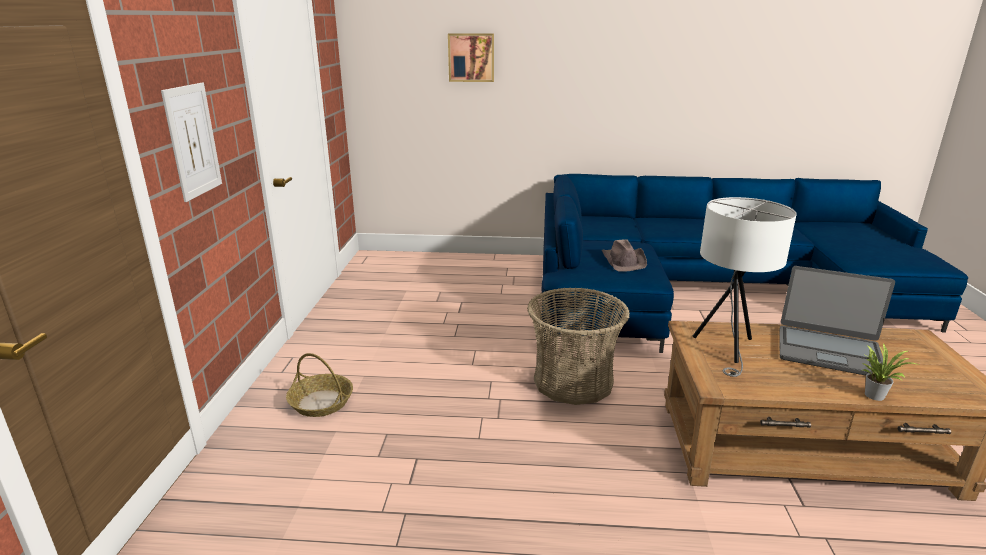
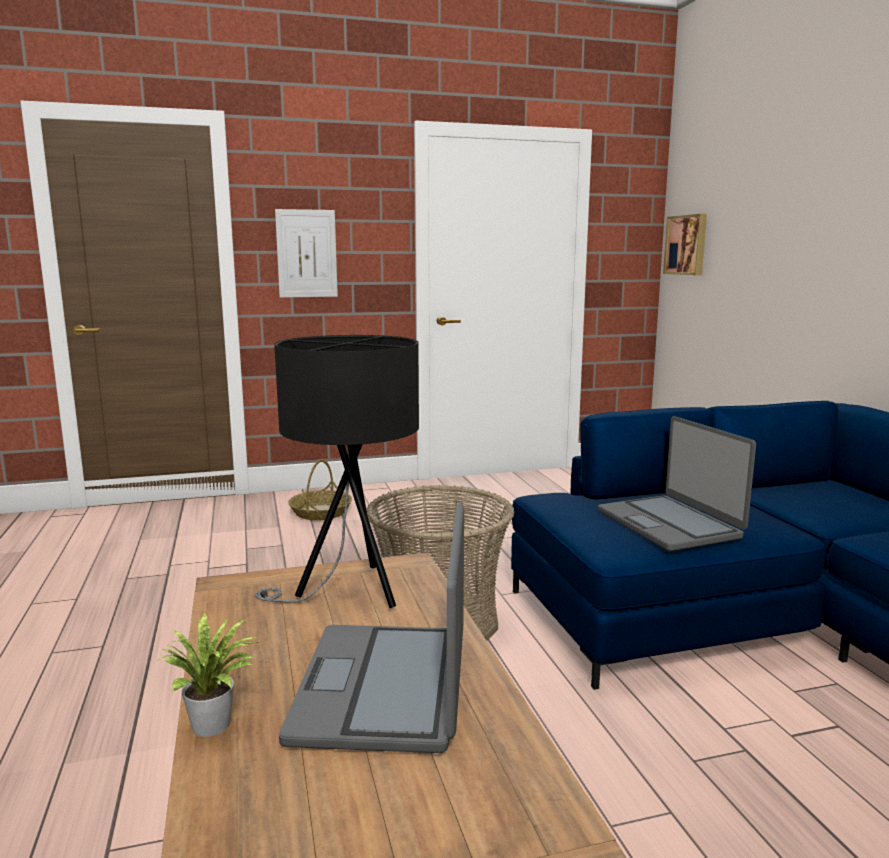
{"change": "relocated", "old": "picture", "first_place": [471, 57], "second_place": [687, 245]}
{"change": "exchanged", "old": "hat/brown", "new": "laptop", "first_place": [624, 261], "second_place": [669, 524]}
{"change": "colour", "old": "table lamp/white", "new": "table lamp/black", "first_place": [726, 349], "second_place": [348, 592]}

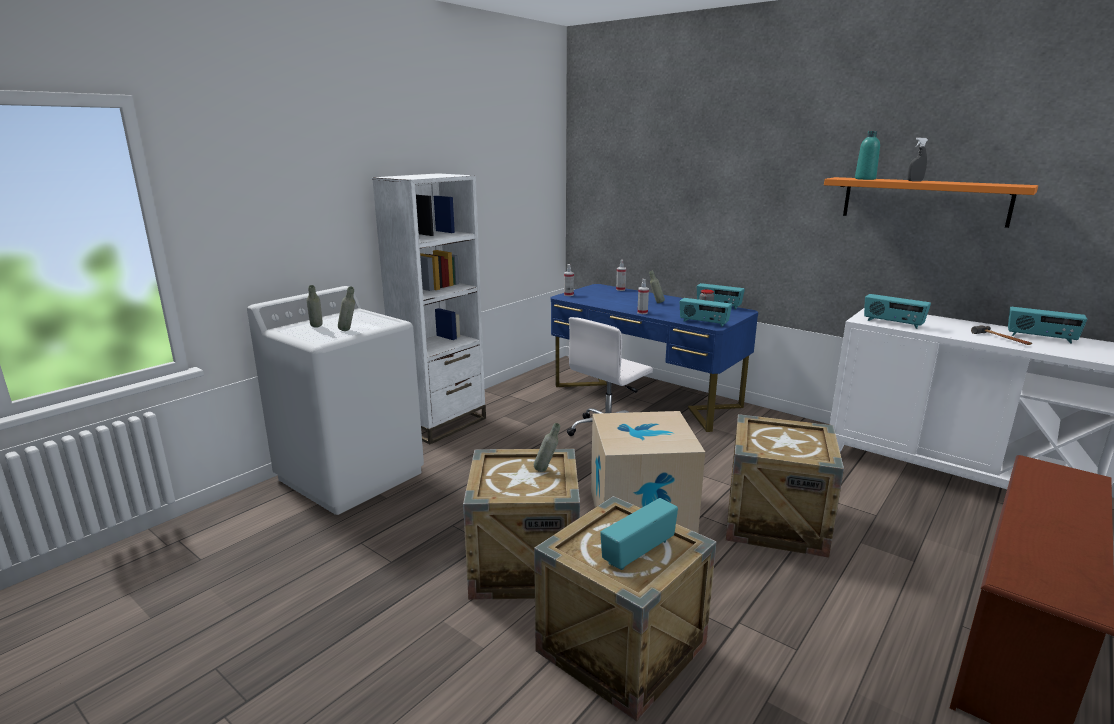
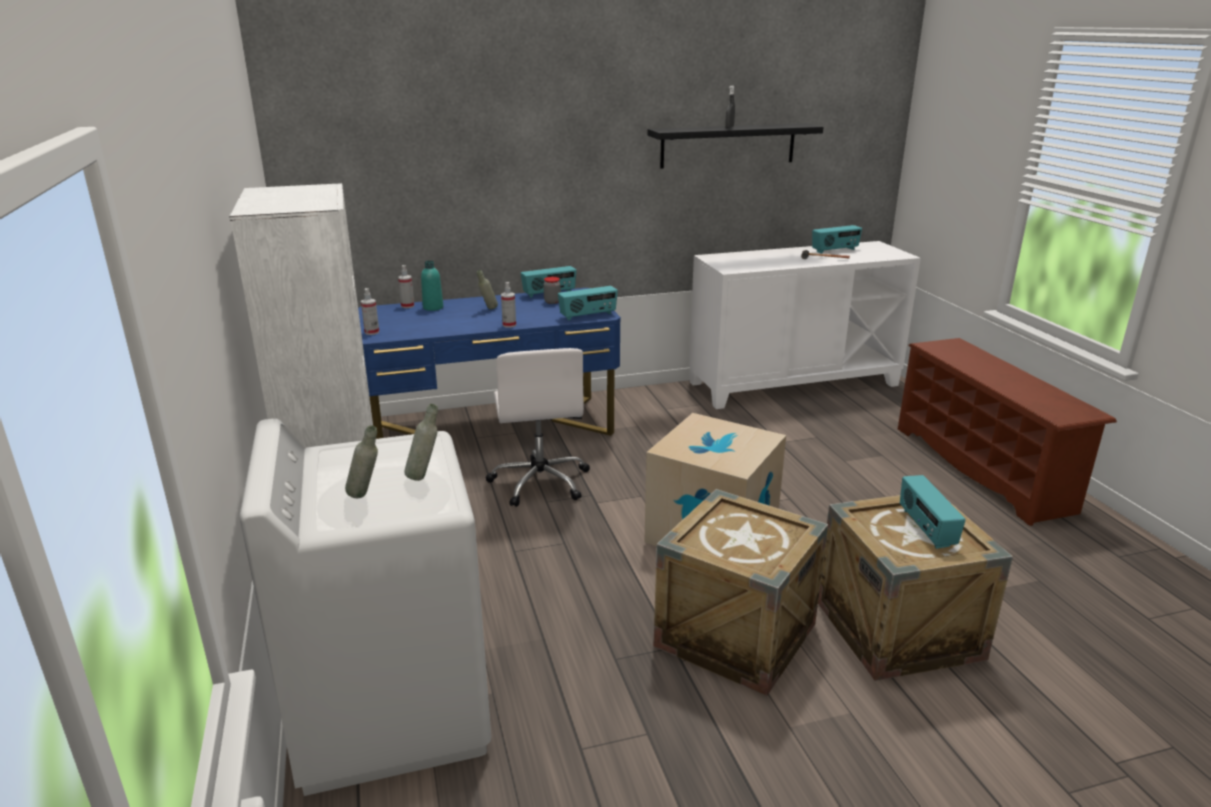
{"change": "missing", "old": "bottle/grey", "first_place": [546, 470]}
{"change": "missing", "old": "crate", "first_place": [775, 522]}
{"change": "missing", "old": "radio", "first_place": [892, 323]}
{"change": "relocated", "old": "bottle/turquoise", "first_place": [865, 179], "second_place": [433, 308]}
{"change": "colour", "old": "shelf/orange", "new": "shelf/black", "first_place": [924, 201], "second_place": [728, 145]}

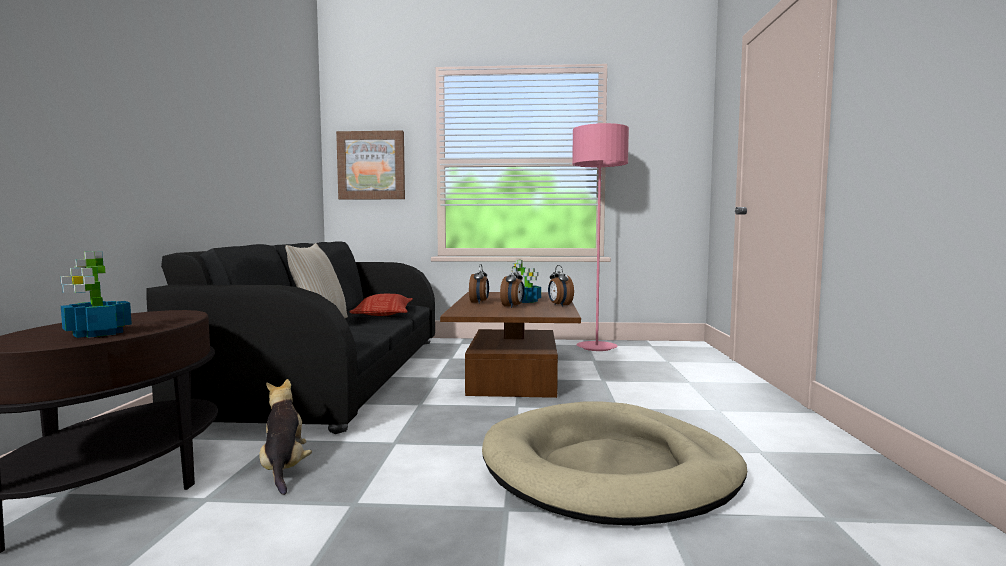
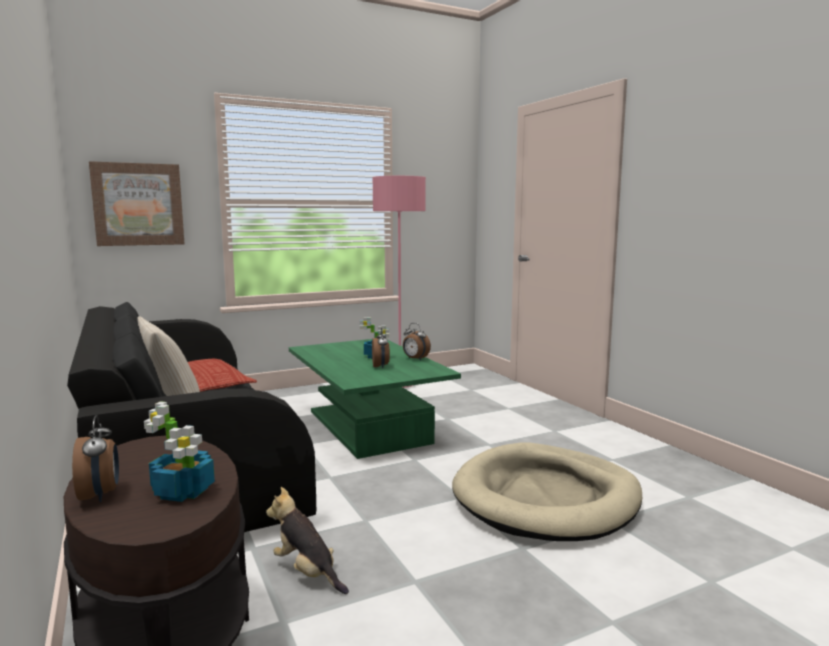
{"change": "relocated", "old": "alarm clock", "first_place": [479, 303], "second_place": [100, 495]}
{"change": "colour", "old": "coffee table/brown", "new": "coffee table/green", "first_place": [514, 374], "second_place": [368, 426]}

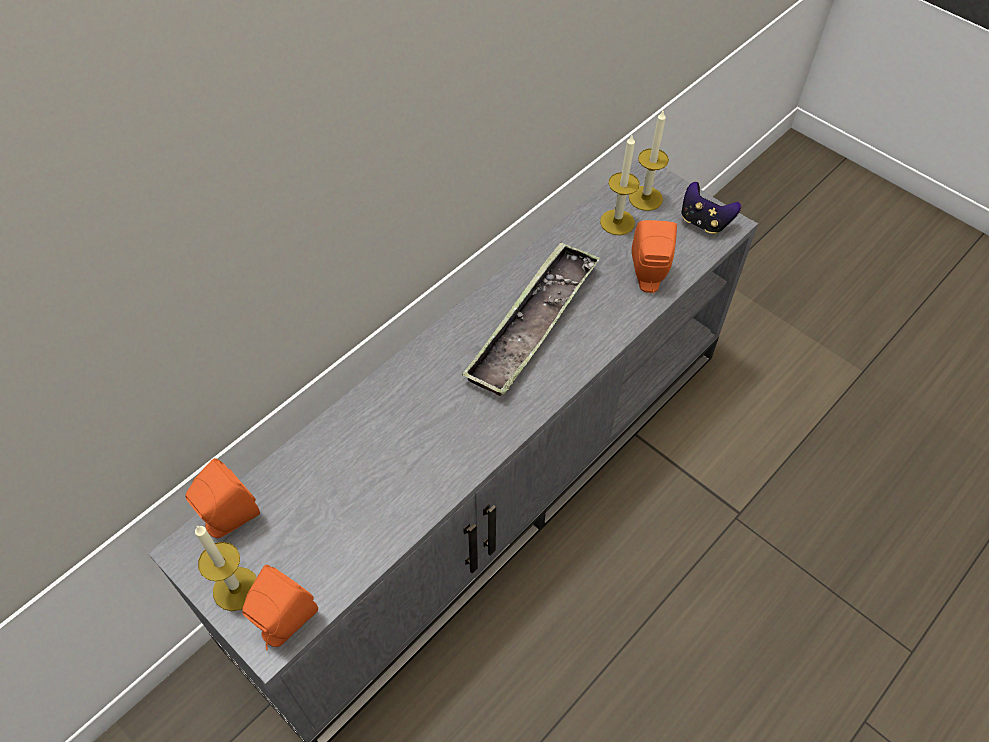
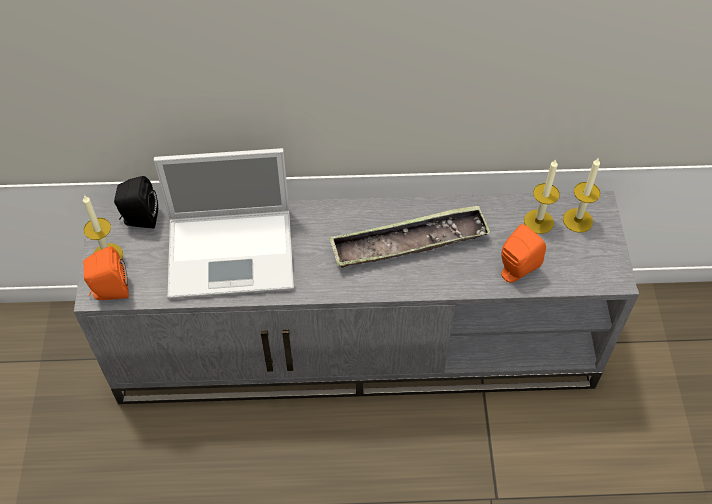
{"change": "missing", "old": "game controller", "first_place": [704, 222]}
{"change": "appeared", "new": "laptop", "second_place": [233, 252]}
{"change": "colour", "old": "speaker/orange", "new": "speaker/black", "first_place": [228, 519], "second_place": [139, 219]}

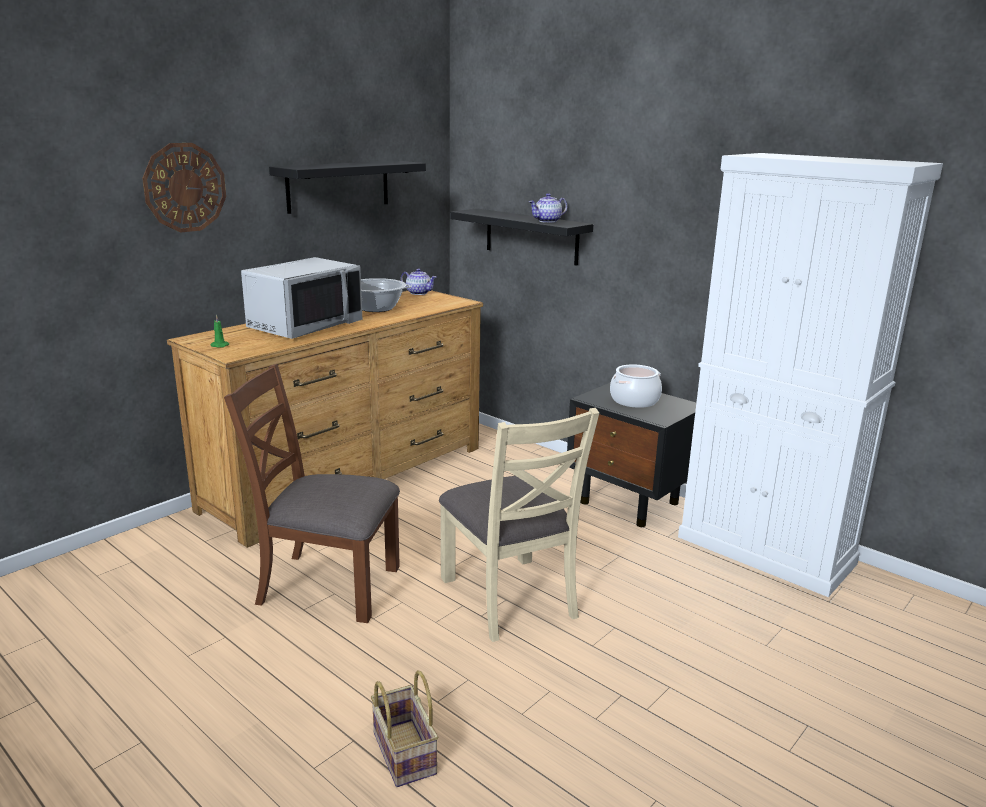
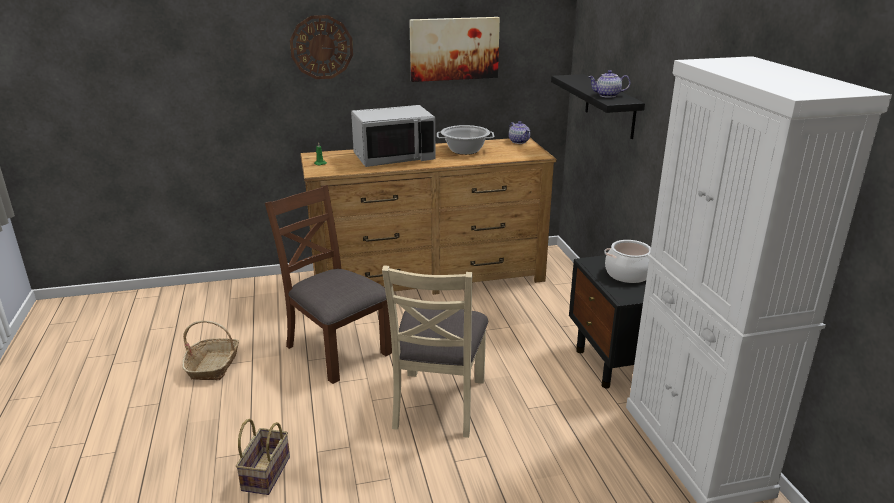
{"change": "appeared", "new": "basket", "second_place": [213, 366]}
{"change": "exchanged", "old": "shelf/black", "new": "picture", "first_place": [338, 186], "second_place": [454, 48]}

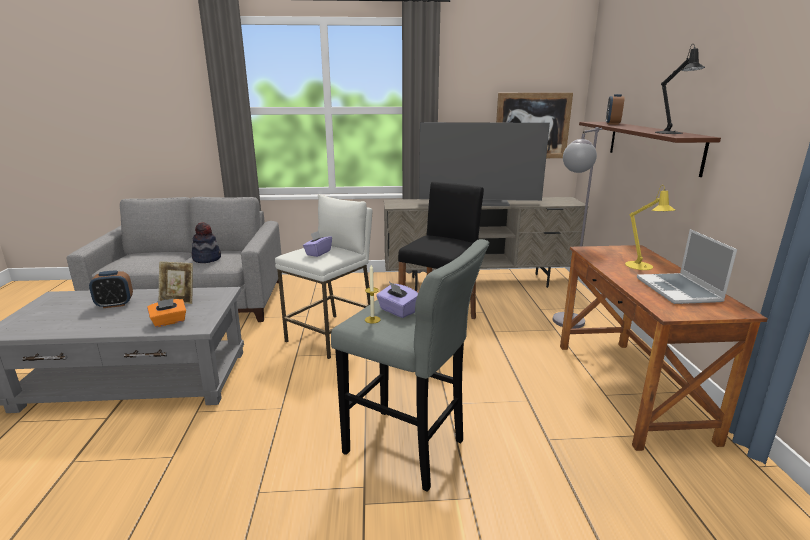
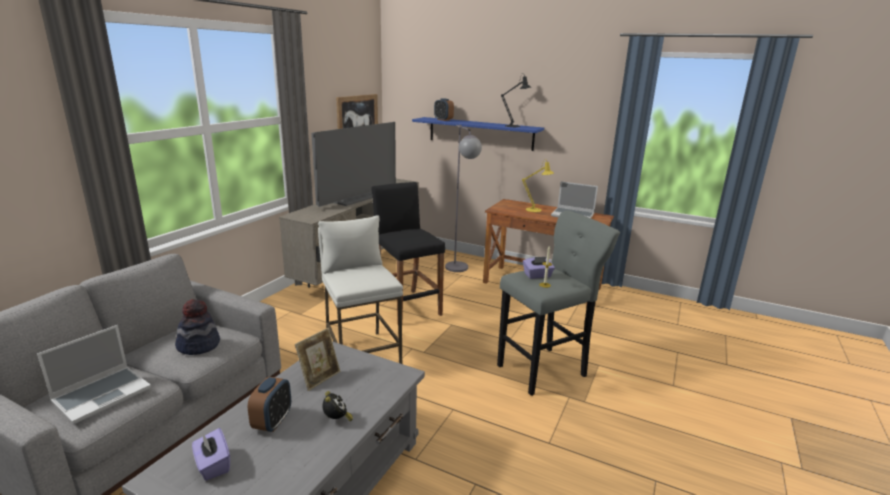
{"change": "missing", "old": "tissue box/orange", "first_place": [169, 322]}
{"change": "appeared", "new": "laptop", "second_place": [103, 394]}
{"change": "appeared", "new": "alarm clock", "second_place": [337, 420]}
{"change": "relocated", "old": "tissue box/purple", "first_place": [318, 253], "second_place": [213, 465]}
{"change": "colour", "old": "shelf/brown", "new": "shelf/blue", "first_place": [652, 145], "second_place": [480, 133]}

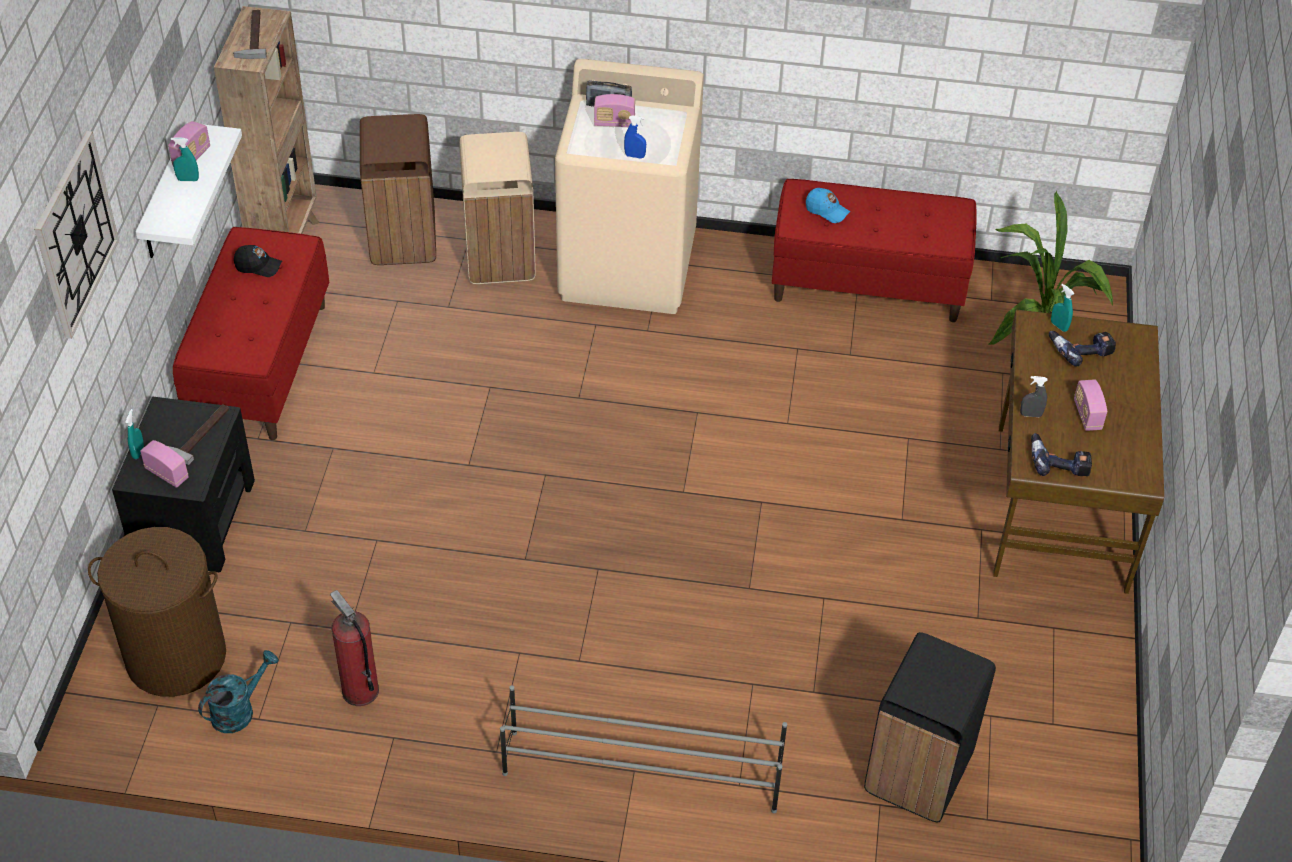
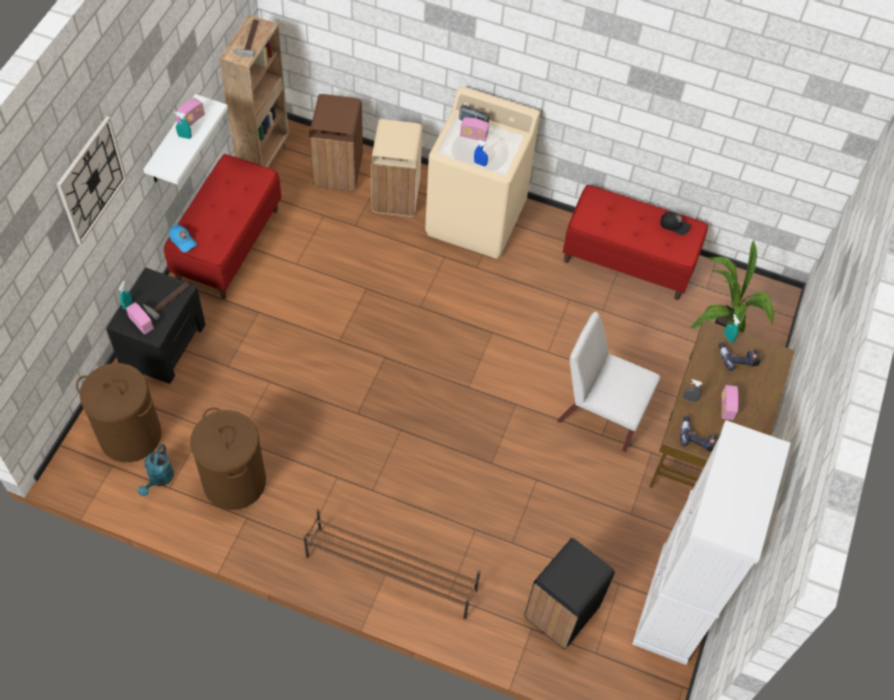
{"change": "appeared", "new": "chair/white", "second_place": [601, 413]}
{"change": "appeared", "new": "cabinet/white", "second_place": [673, 604]}
{"change": "relocated", "old": "cap/black", "first_place": [258, 266], "second_place": [674, 226]}
{"change": "relocated", "old": "cap/blue", "first_place": [826, 211], "second_place": [183, 241]}
{"change": "exchanged", "old": "fire extinguisher", "new": "laundry basket/brown", "first_place": [359, 690], "second_place": [234, 481]}
{"change": "colour", "old": "shoe rack/grey", "new": "shoe rack/brown", "first_place": [641, 770], "second_place": [390, 572]}
{"change": "spun", "old": "watering can/turquoise", "first_place": [239, 710], "second_place": [159, 479], "degrees": 135}

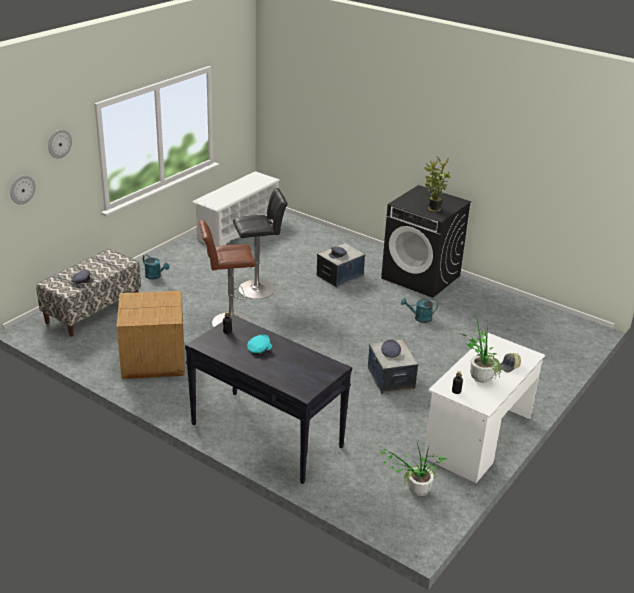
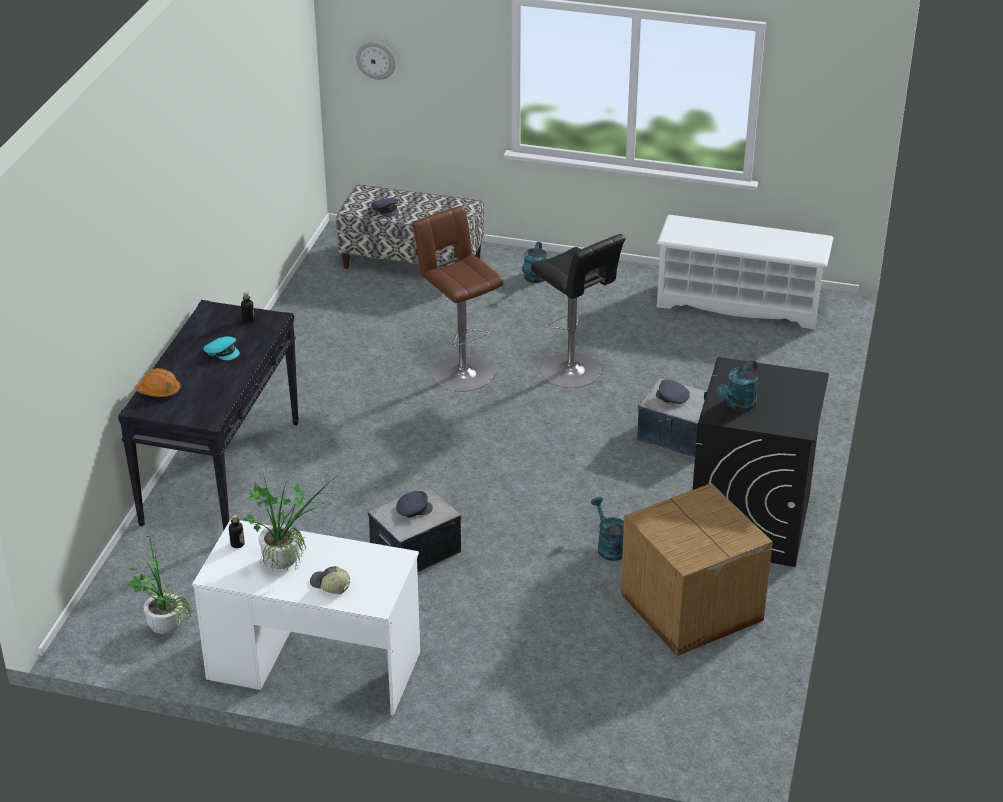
{"change": "missing", "old": "wall clock", "first_place": [59, 143]}
{"change": "appeared", "new": "hard hat/orange", "second_place": [159, 391]}
{"change": "relocated", "old": "cardboard box", "first_place": [154, 359], "second_place": [690, 608]}
{"change": "exchanged", "old": "potted plant", "new": "watering can/turquoise", "first_place": [433, 209], "second_place": [738, 405]}

